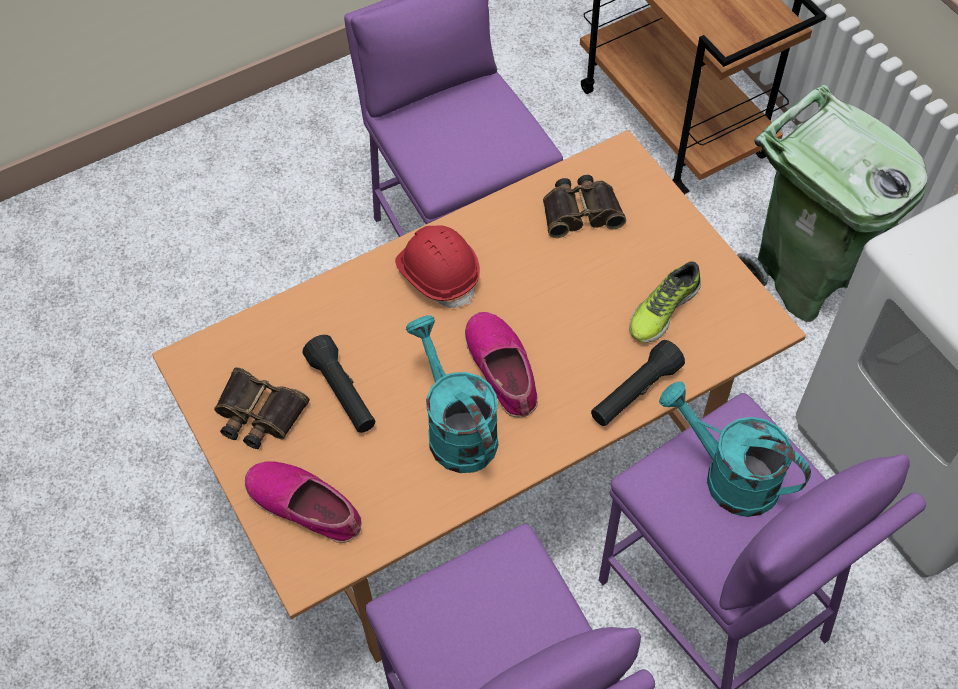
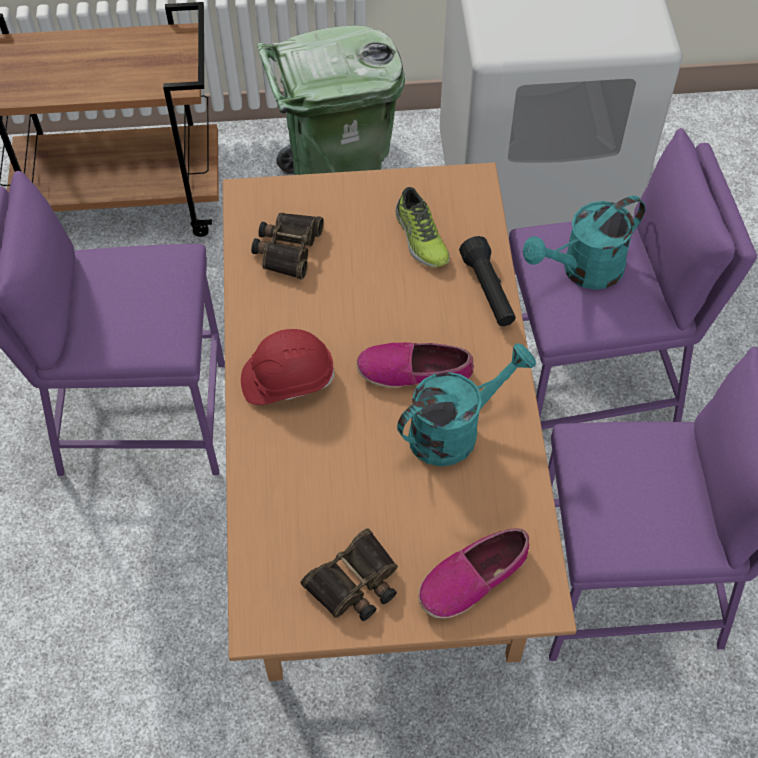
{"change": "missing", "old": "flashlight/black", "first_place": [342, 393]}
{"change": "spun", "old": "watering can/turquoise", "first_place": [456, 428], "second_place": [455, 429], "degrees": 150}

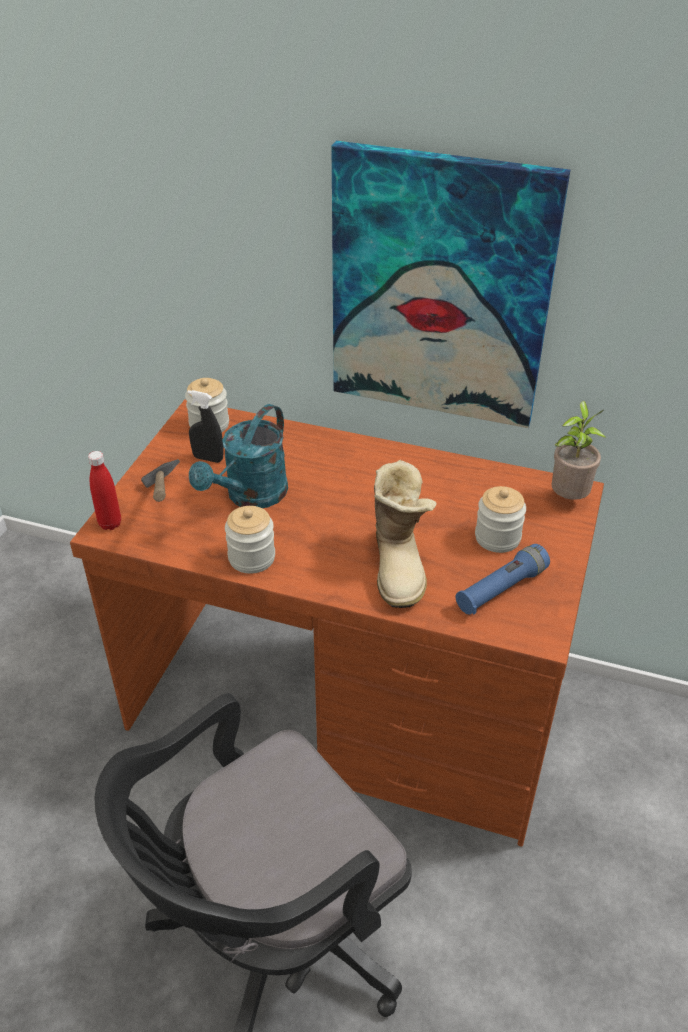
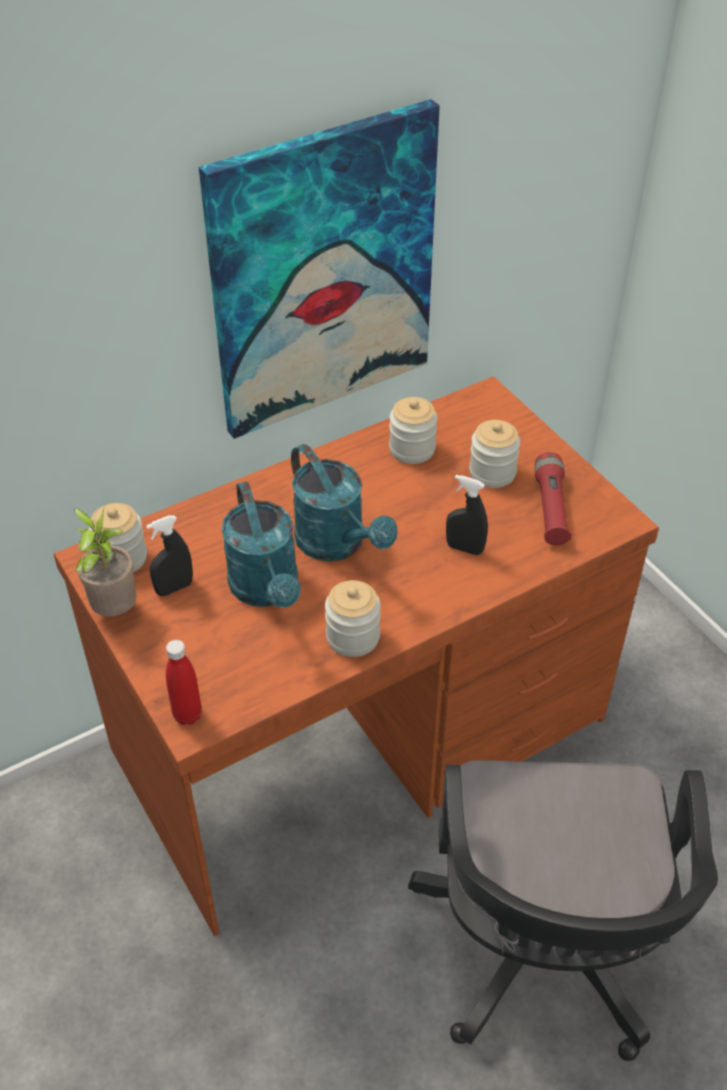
{"change": "missing", "old": "hammer", "first_place": [166, 512]}
{"change": "appeared", "new": "watering can/turquoise", "second_place": [338, 544]}
{"change": "appeared", "new": "jar", "second_place": [412, 449]}
{"change": "relocated", "old": "potted plant", "first_place": [568, 498], "second_place": [114, 610]}
{"change": "exchanged", "old": "boot", "new": "spray bottle/black", "first_place": [400, 566], "second_place": [464, 548]}
{"change": "colour", "old": "flashlight/blue", "new": "flashlight/red", "first_place": [501, 589], "second_place": [550, 509]}

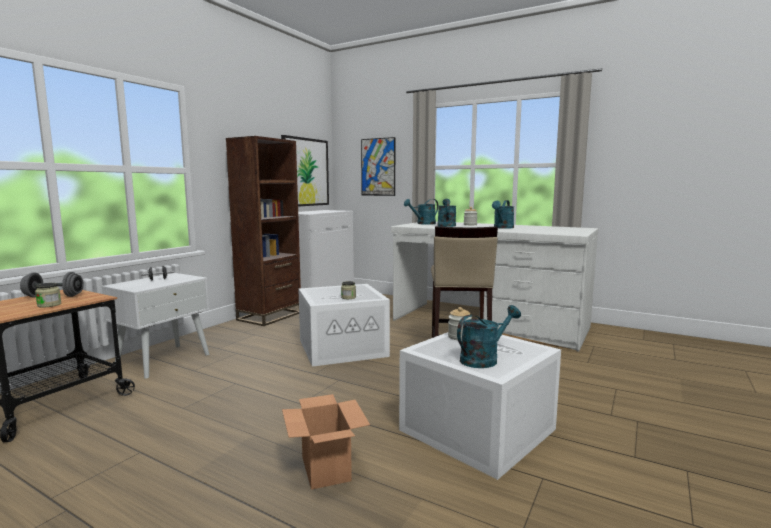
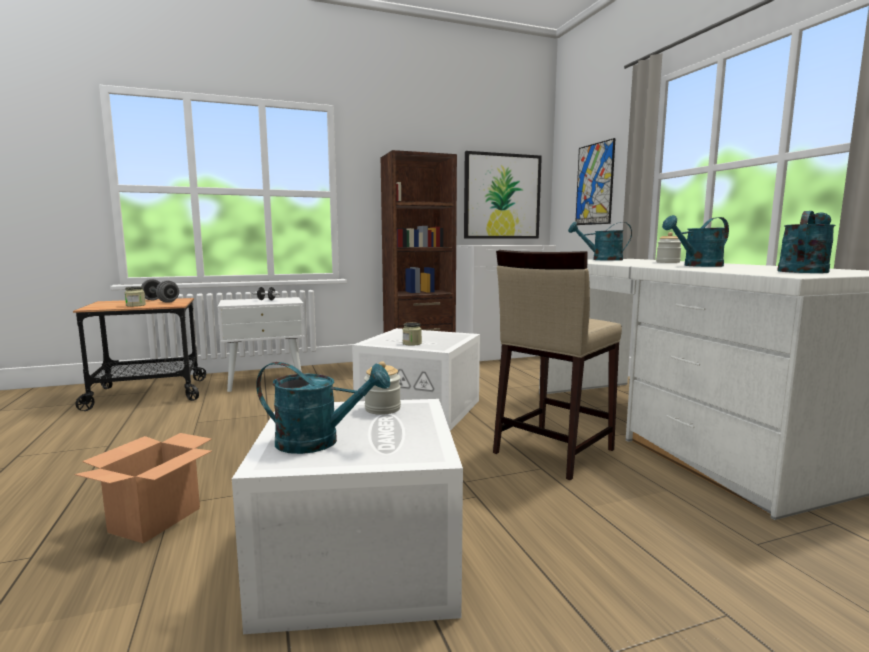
{"change": "relocated", "old": "watering can/turquoise", "first_place": [446, 225], "second_place": [804, 271]}

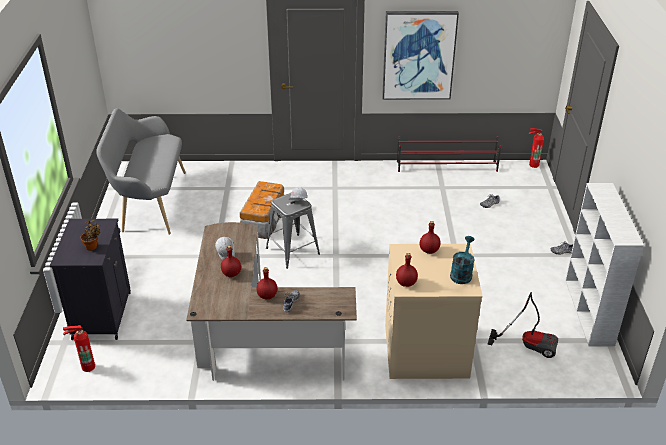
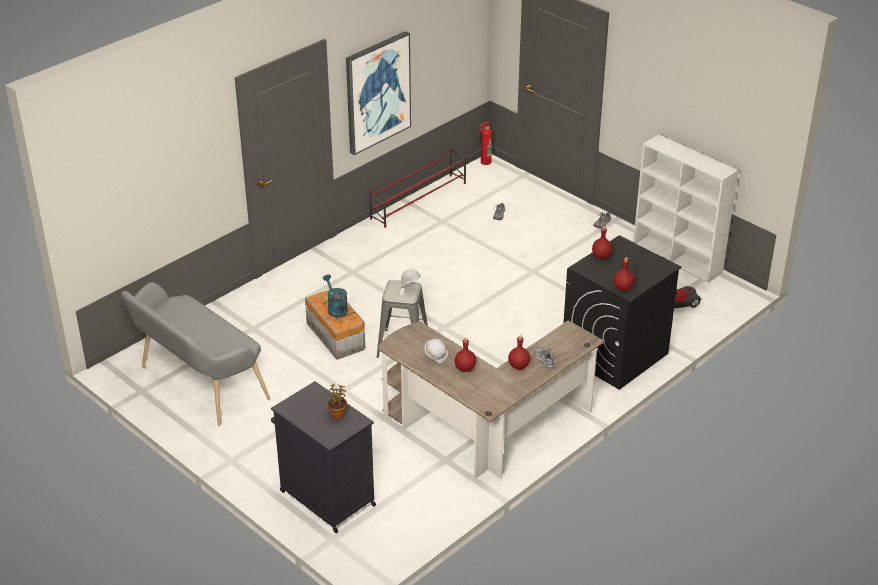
{"change": "missing", "old": "fire extinguisher", "first_place": [87, 366]}
{"change": "relocated", "old": "watering can/turquoise", "first_place": [461, 273], "second_place": [336, 308]}
{"change": "colour", "old": "washing machine/beige", "new": "washing machine/black", "first_place": [425, 351], "second_place": [614, 355]}

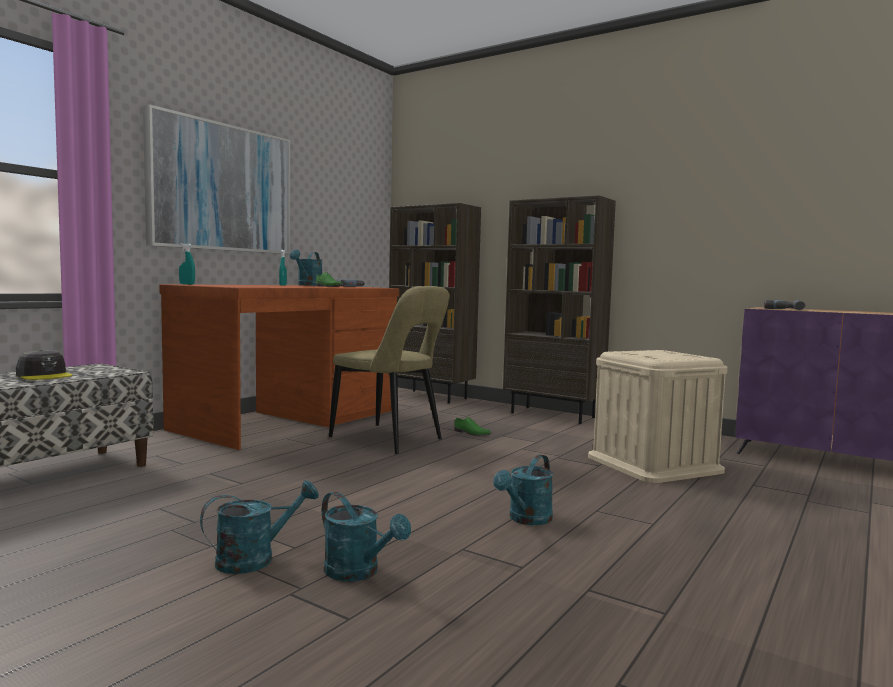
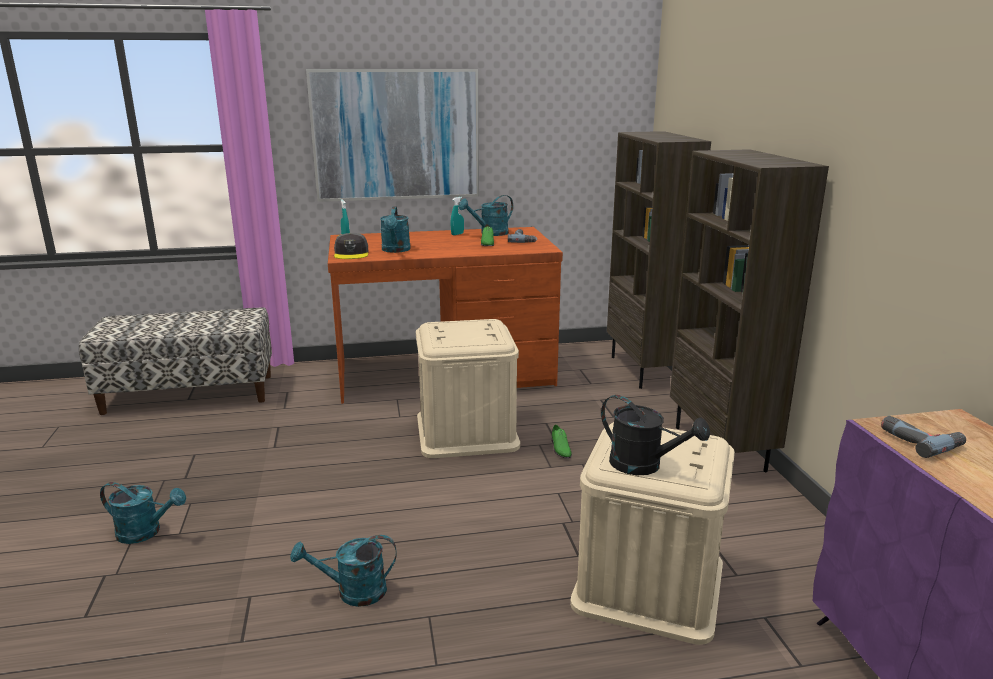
{"change": "appeared", "new": "watering can/black", "second_place": [644, 466]}
{"change": "relocated", "old": "cap/grey", "first_place": [44, 375], "second_place": [351, 254]}
{"change": "relocated", "old": "watering can/turquoise", "first_place": [359, 572], "second_place": [396, 250]}
{"change": "exchanged", "old": "chair/beige", "new": "storage box/beige", "first_place": [390, 440], "second_place": [466, 431]}

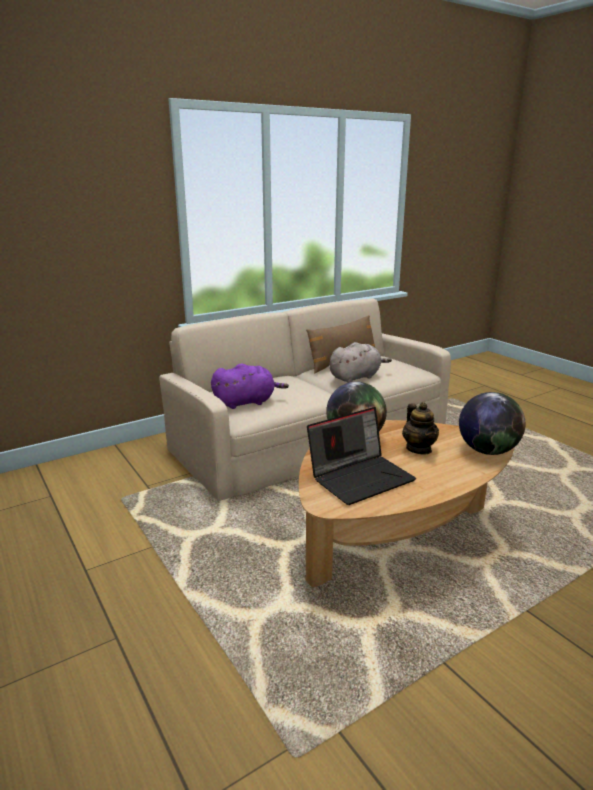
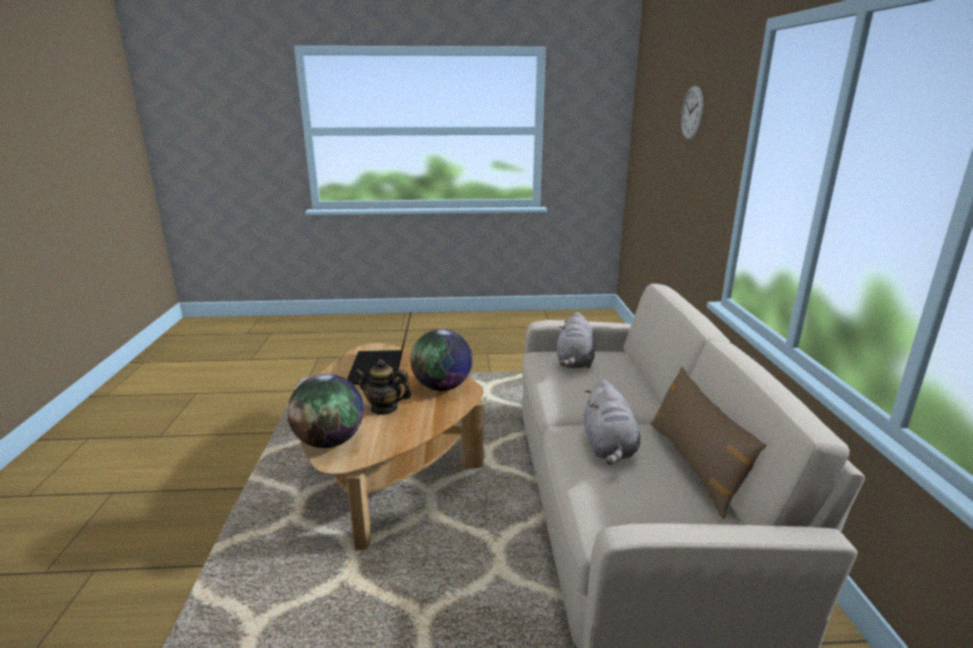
{"change": "appeared", "new": "wall clock", "second_place": [692, 113]}
{"change": "colour", "old": "plush toy/purple", "new": "plush toy/grey", "first_place": [247, 402], "second_place": [575, 362]}

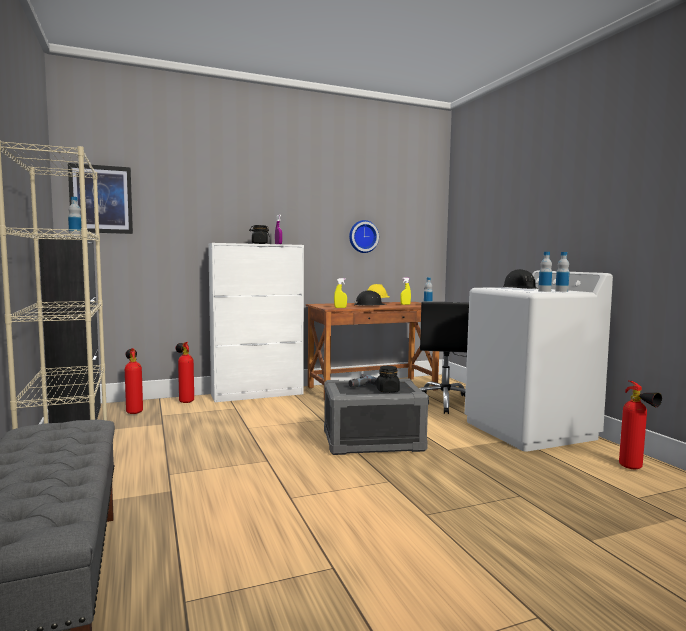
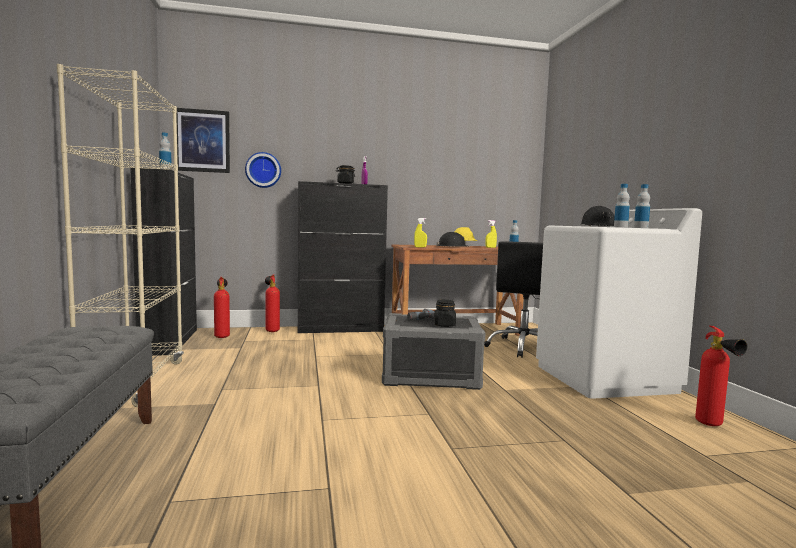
{"change": "relocated", "old": "wall clock", "first_place": [363, 236], "second_place": [263, 170]}
{"change": "colour", "old": "cabinet/white", "new": "cabinet/black", "first_place": [258, 394], "second_place": [341, 329]}

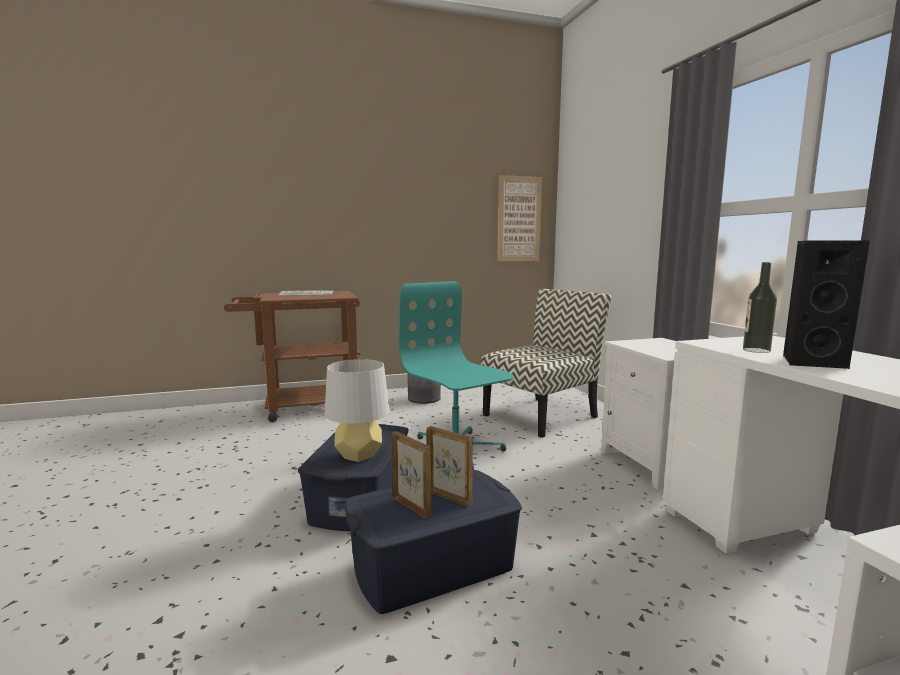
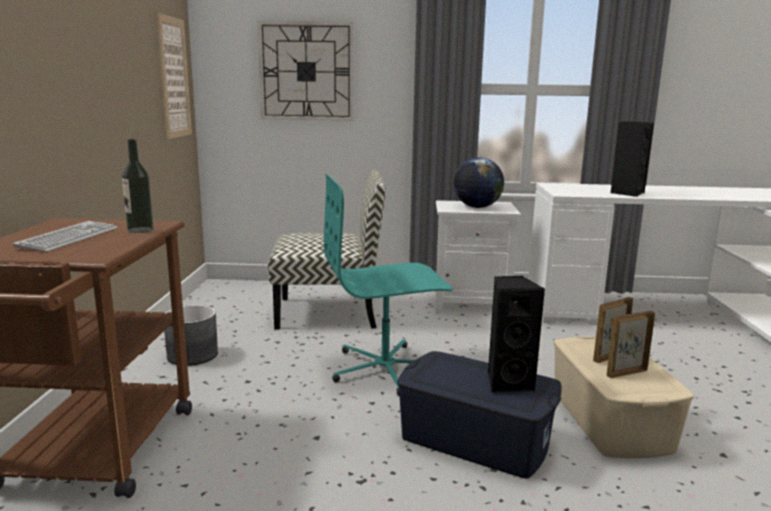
{"change": "appeared", "new": "wall clock", "second_place": [306, 71]}
{"change": "appeared", "new": "globe", "second_place": [477, 207]}
{"change": "relocated", "old": "bottle", "first_place": [756, 350], "second_place": [140, 230]}
{"change": "exchanged", "old": "table lamp/grey", "new": "speaker/black", "first_place": [359, 455], "second_place": [508, 383]}
{"change": "colour", "old": "storage box/blue", "new": "storage box/beige", "first_place": [432, 566], "second_place": [609, 420]}
{"change": "spun", "old": "chair", "first_place": [541, 415], "second_place": [329, 312], "degrees": 105}

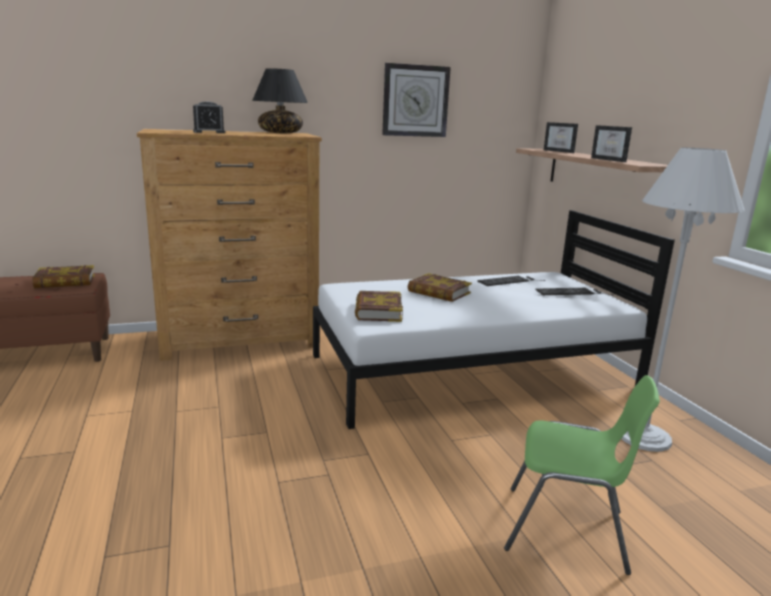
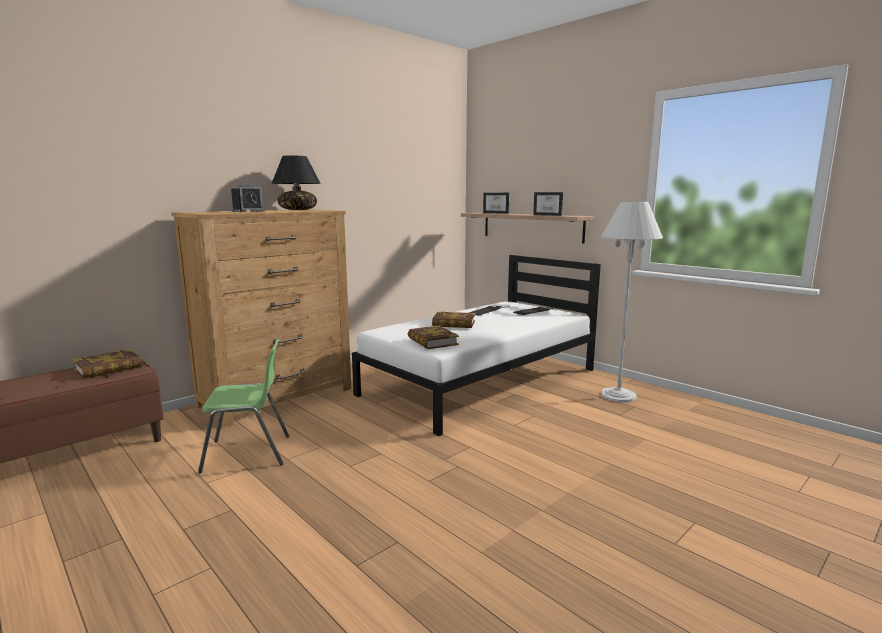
{"change": "missing", "old": "wall clock", "first_place": [415, 101]}
{"change": "relocated", "old": "chair/green", "first_place": [567, 530], "second_place": [248, 453]}

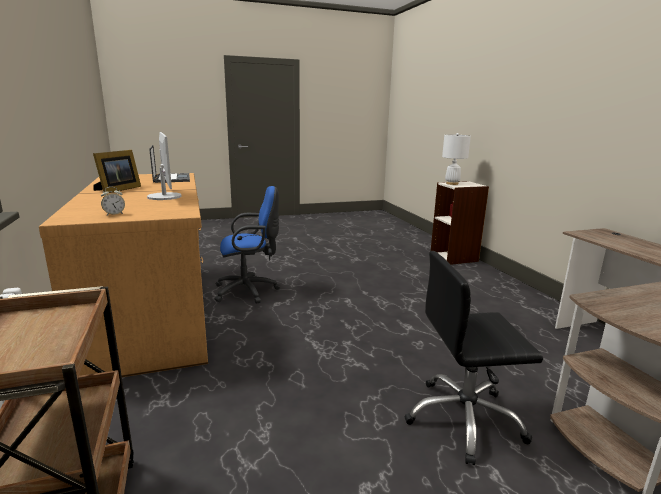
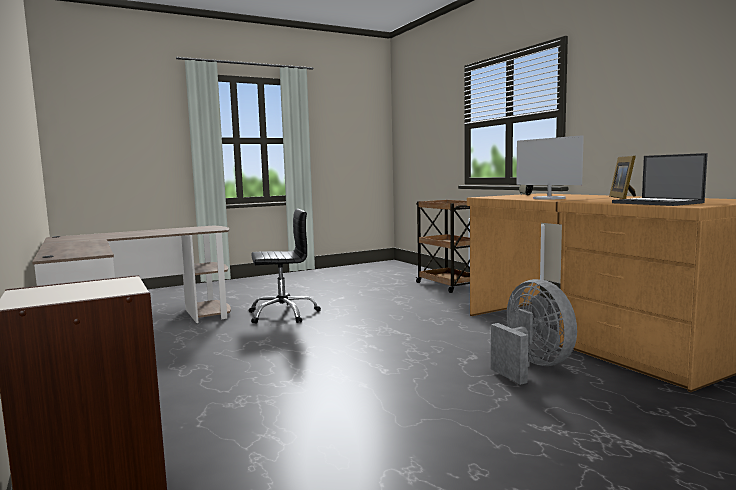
{"change": "missing", "old": "table lamp/white", "first_place": [452, 183]}
{"change": "exchanged", "old": "office chair/blue", "new": "fan/grey", "first_place": [249, 291], "second_place": [531, 366]}

